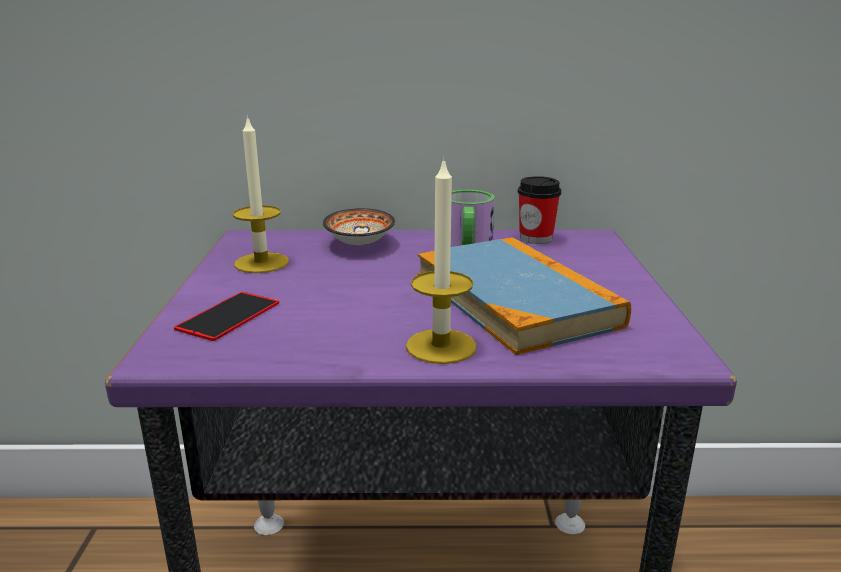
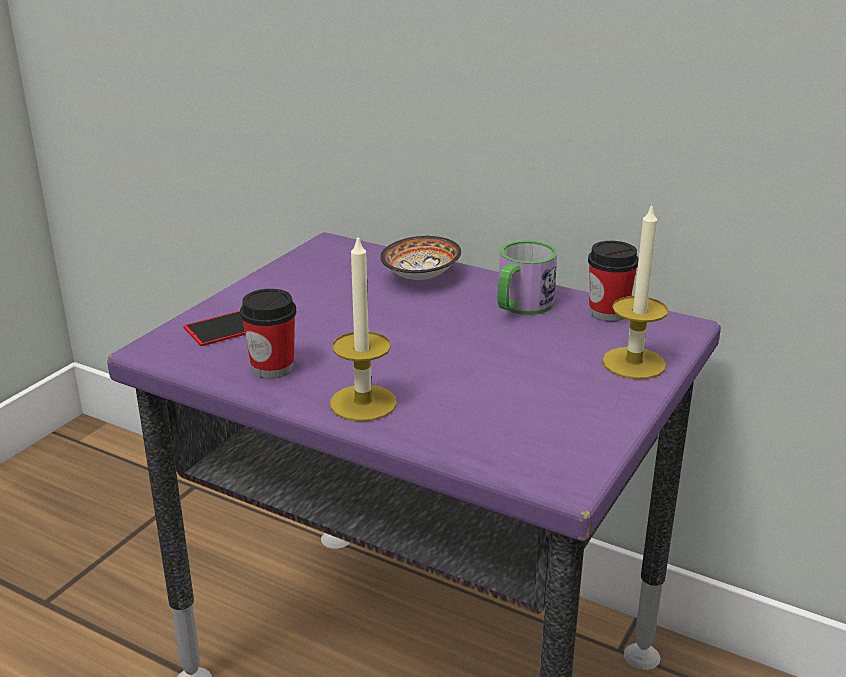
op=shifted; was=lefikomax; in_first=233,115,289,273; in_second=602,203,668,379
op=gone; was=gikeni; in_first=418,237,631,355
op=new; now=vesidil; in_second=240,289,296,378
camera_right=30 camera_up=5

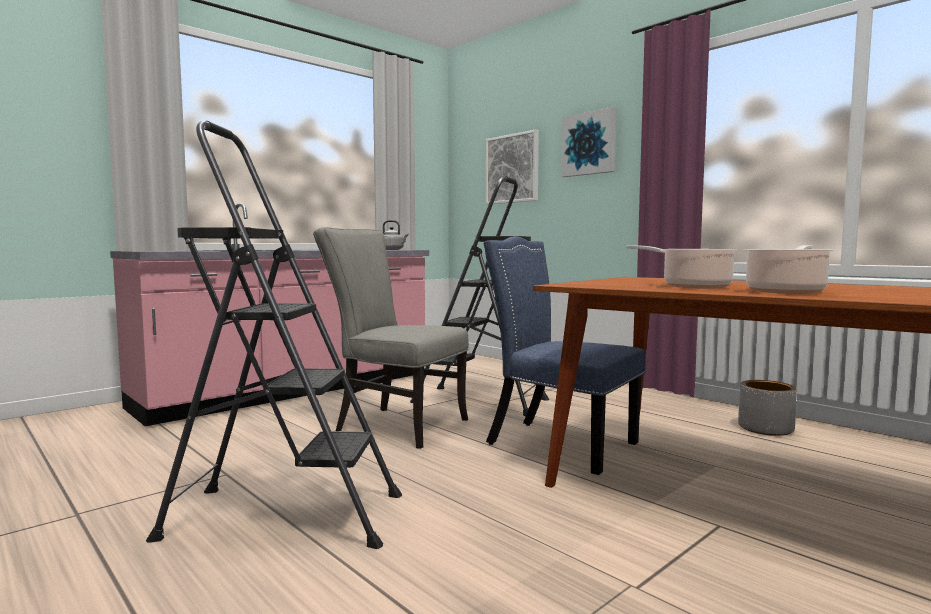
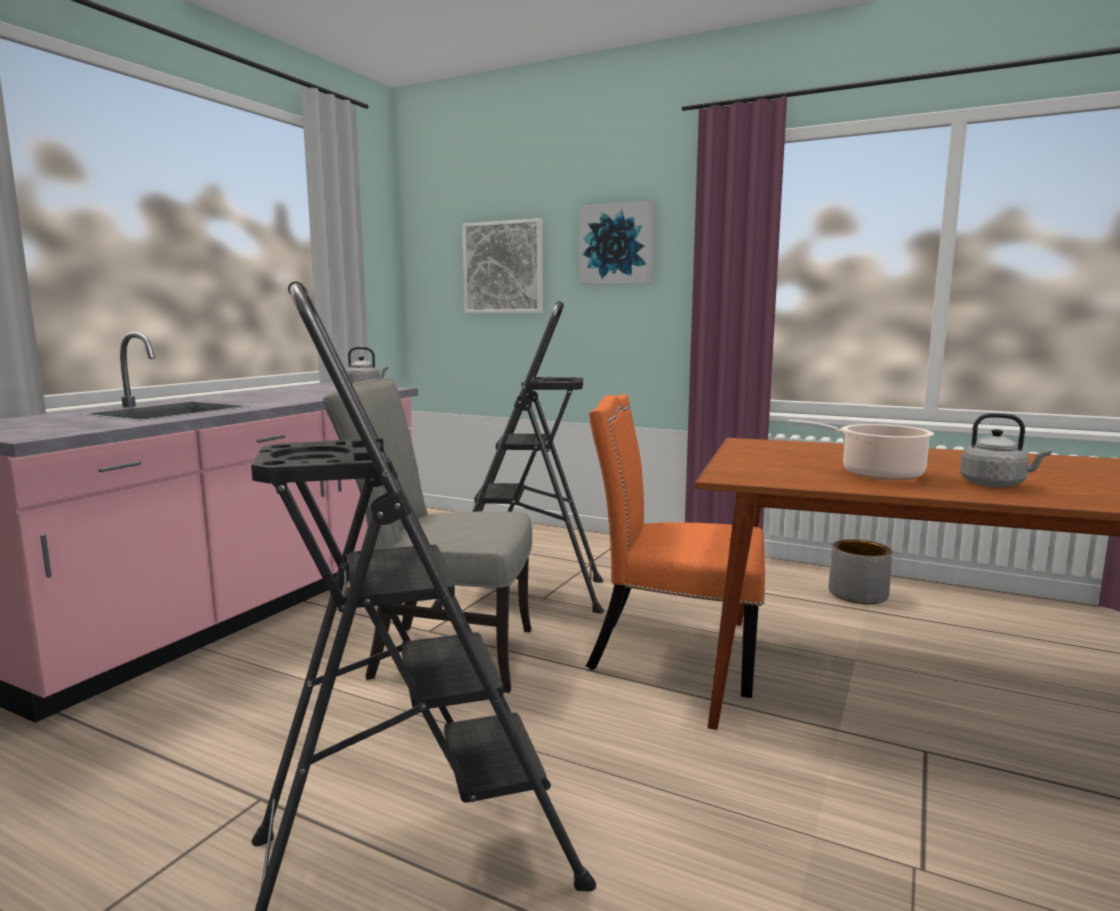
op=repainted; was=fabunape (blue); now=fabunape (orange); in_first=484,236,646,475; in_second=586,394,765,698
op=swapped; was=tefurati; now=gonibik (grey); in_first=744,245,834,294; in_second=960,413,1051,487
camera_right=-20 camera_up=5

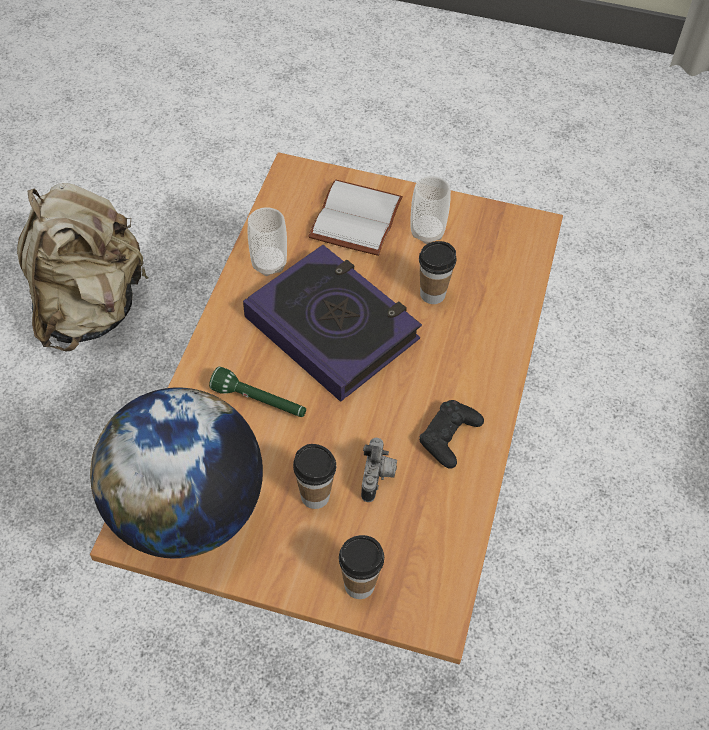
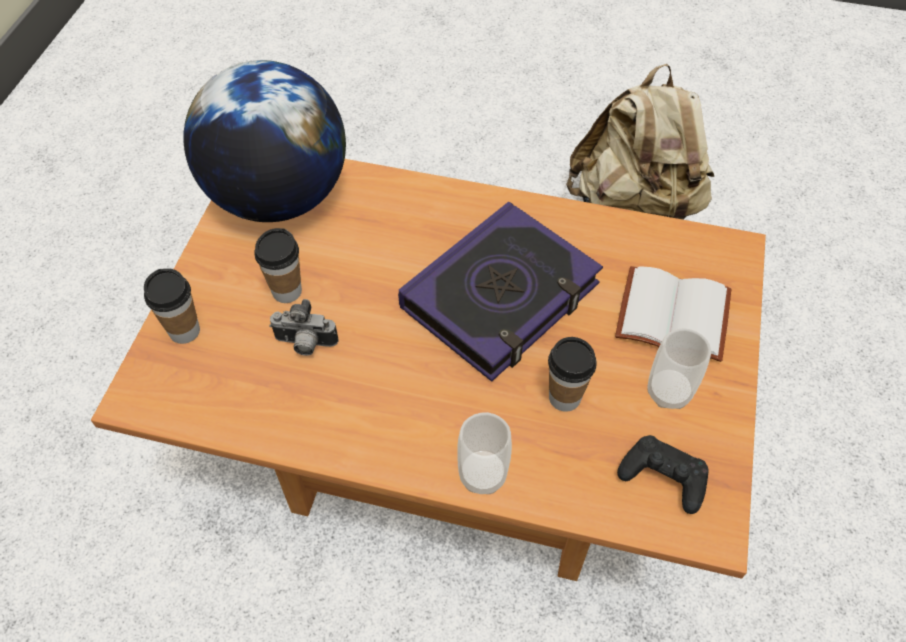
op=gone; was=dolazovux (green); in_first=209,367,306,417
op=shifted; was=vesidil; in_first=248,207,287,276; in_second=457,412,512,494
op=shifted; was=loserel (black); in_first=419,400,484,469; in_second=617,435,708,514
camera_right=90 camera_up=0

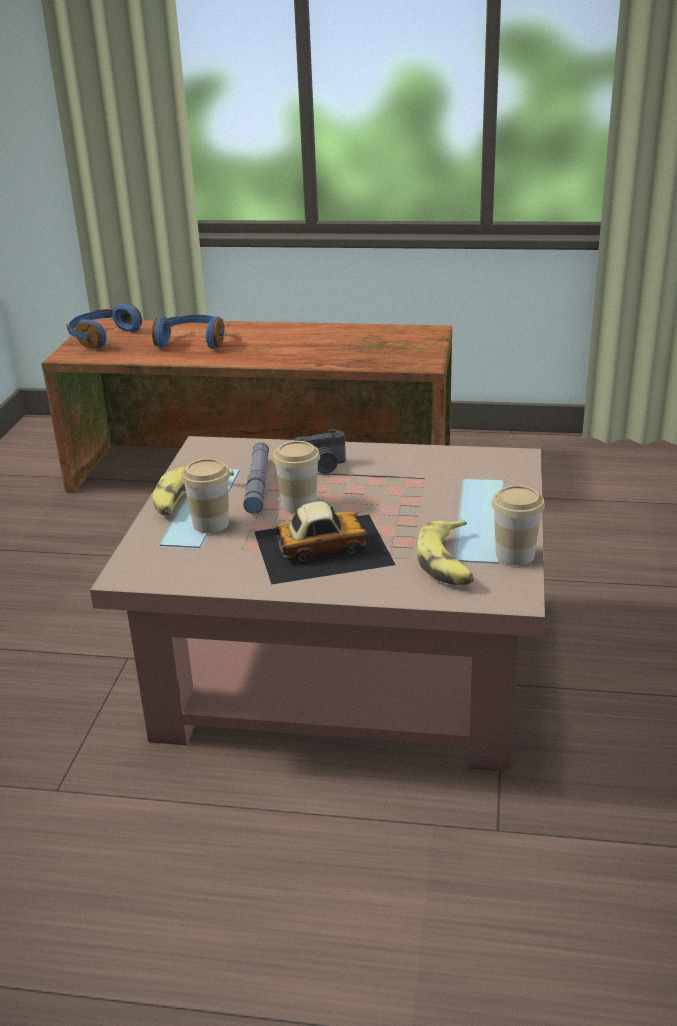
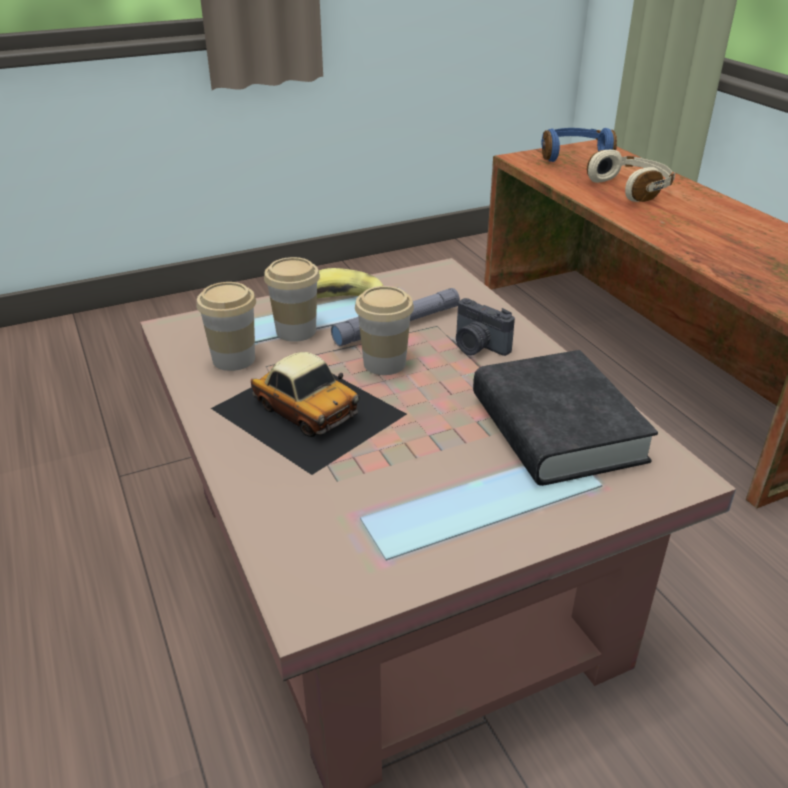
op=repainted; was=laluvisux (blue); now=laluvisux (beige); in_first=152,315,225,349; in_second=587,150,676,202
op=gone; was=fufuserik; in_first=417,520,474,585
op=shifted; was=vesidil; in_first=491,485,545,565; in_second=196,282,256,371
op=new; now=gikeni (black); in_second=473,350,658,486
camera_right=55 camera_up=5

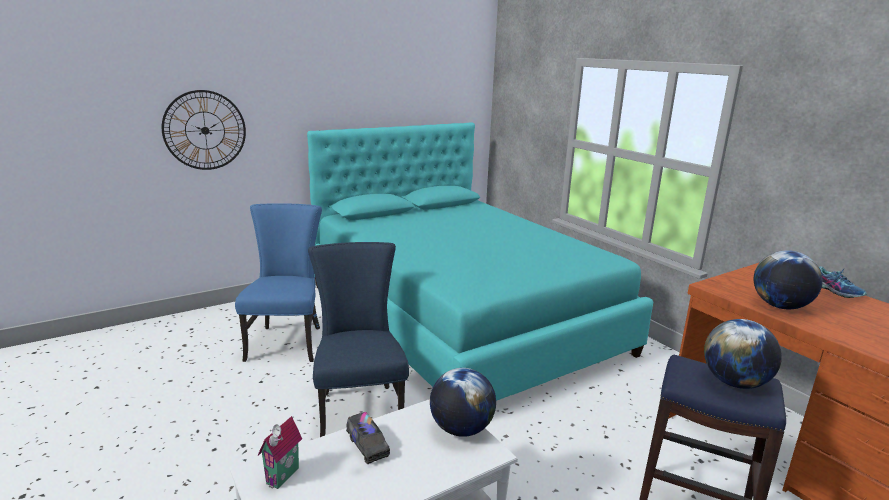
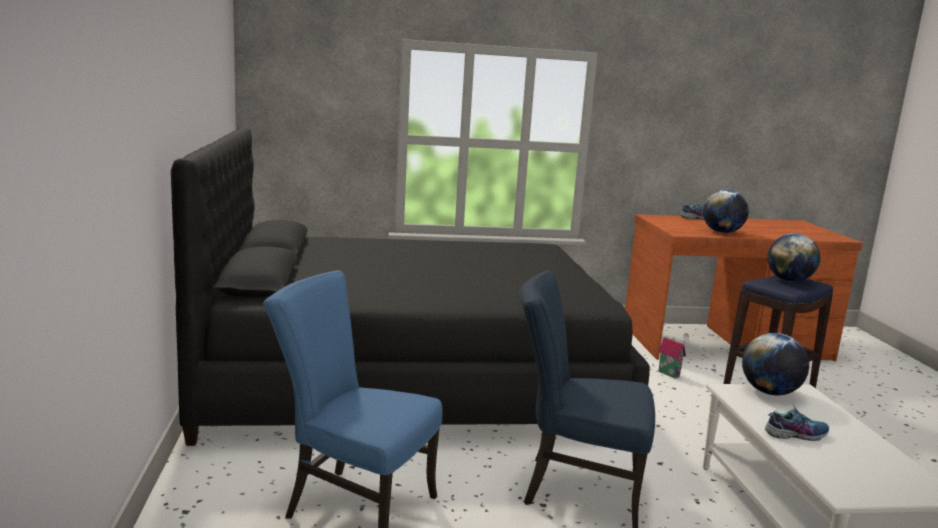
op=gone; was=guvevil; in_first=162,90,246,170
op=shifted; was=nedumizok; in_first=257,416,302,489; in_second=658,333,689,378
op=repainted; was=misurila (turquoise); now=misurila (black); in_first=307,122,654,401; in_second=171,127,650,446
op=swapped; was=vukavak; now=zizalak; in_first=346,412,390,464; in_second=765,404,829,441
camera_right=-65 camera_up=-5

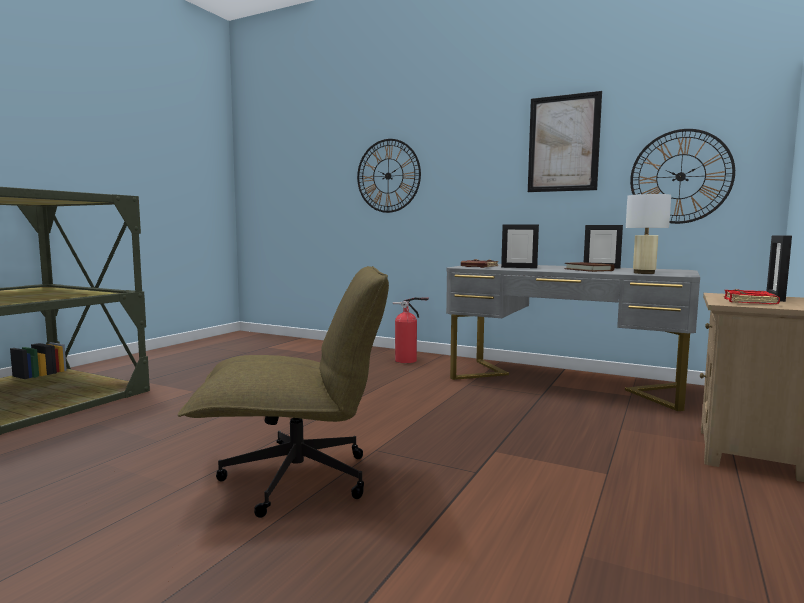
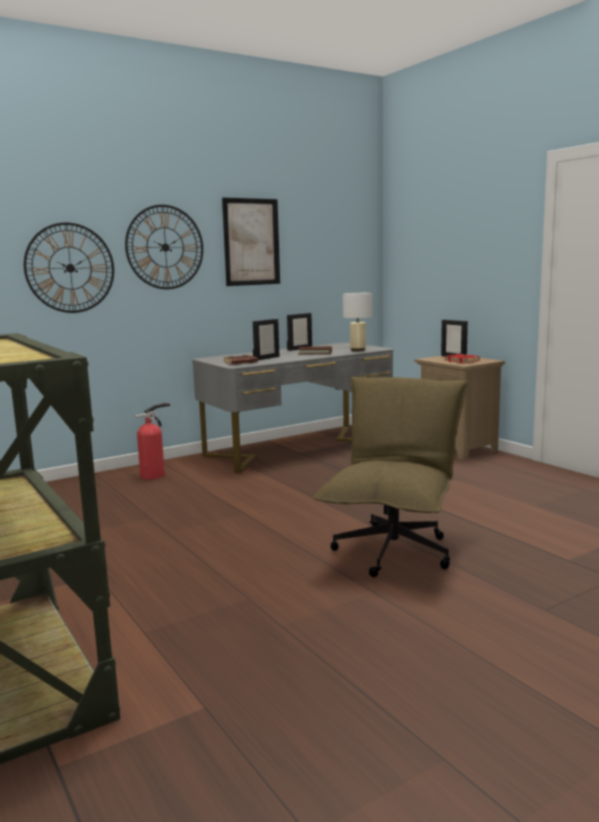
op=shifted; was=guvevil; in_first=630,129,735,224; in_second=125,205,203,289
camera_right=-60 camera_up=5

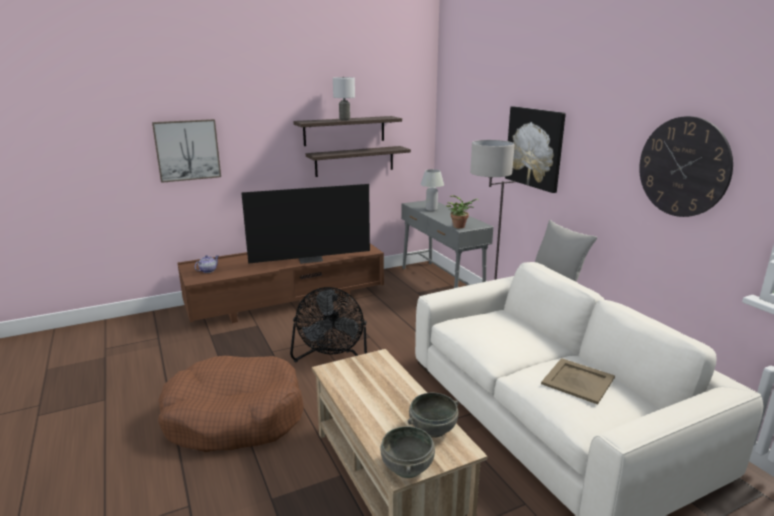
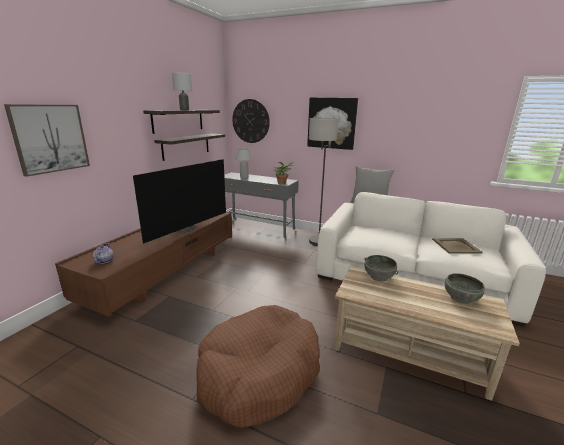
op=gone; was=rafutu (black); in_first=290,287,367,363
op=shifted; was=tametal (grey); in_first=381,426,435,478; in_second=364,255,398,281
op=shifted; was=guvevil; in_first=639,116,733,217; in_second=232,99,270,143
camera_right=-40 camera_up=0

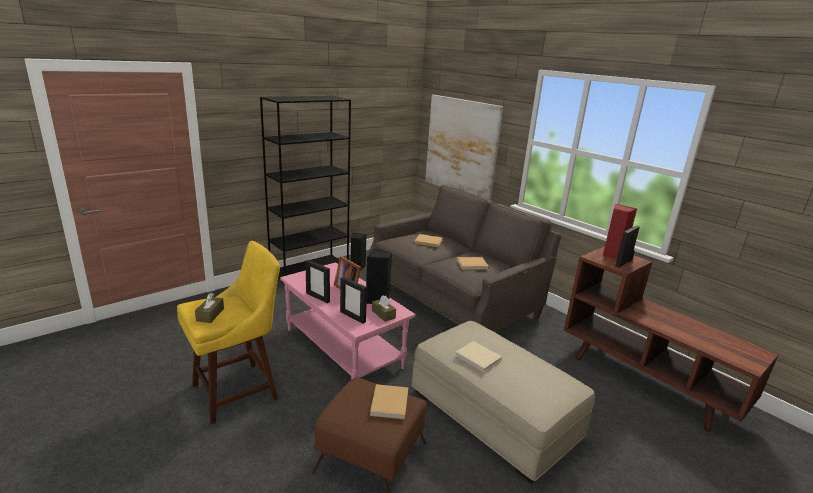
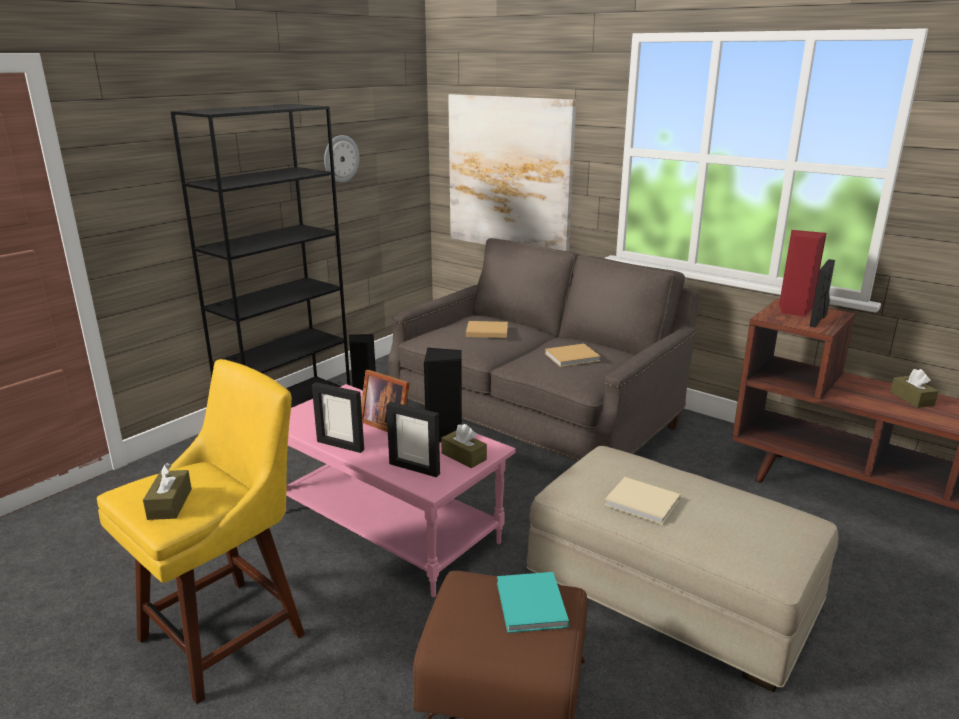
op=repainted; was=gikeni (beige); now=gikeni (turquoise); in_first=370,384,408,419; in_second=497,572,569,633
op=new; now=guvevil; in_second=324,135,359,182
op=new; now=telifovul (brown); in_second=890,369,938,408
camera_right=-10 camera_up=0

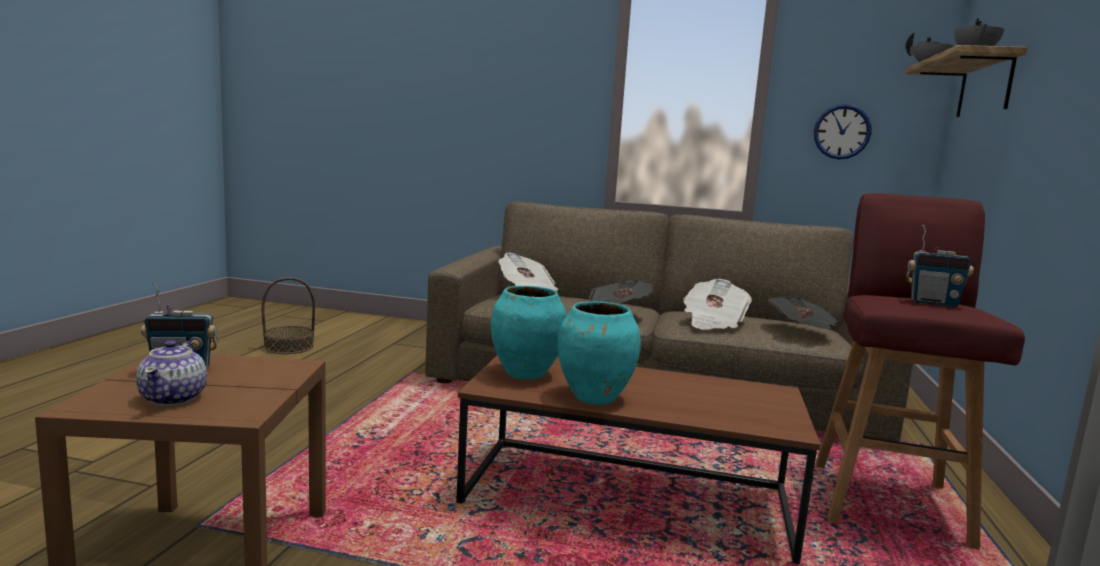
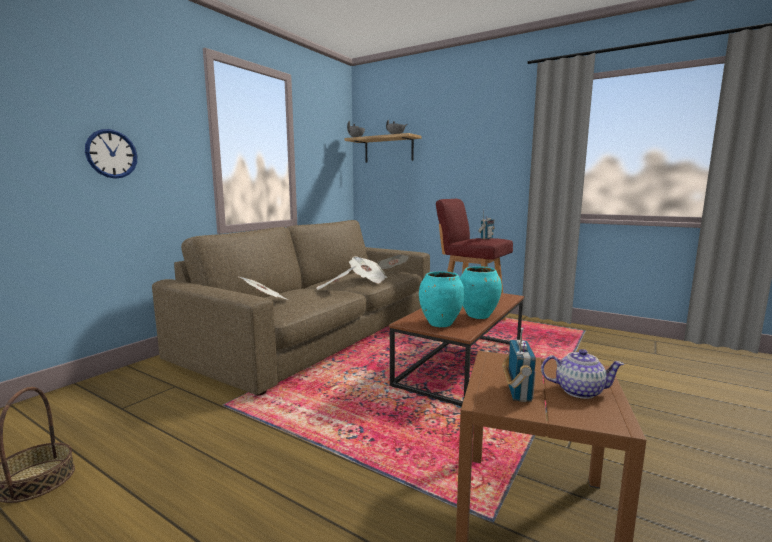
op=shifted; was=guvevil; in_first=814,104,871,159; in_second=85,129,137,179
camera_right=-70 camera_up=0

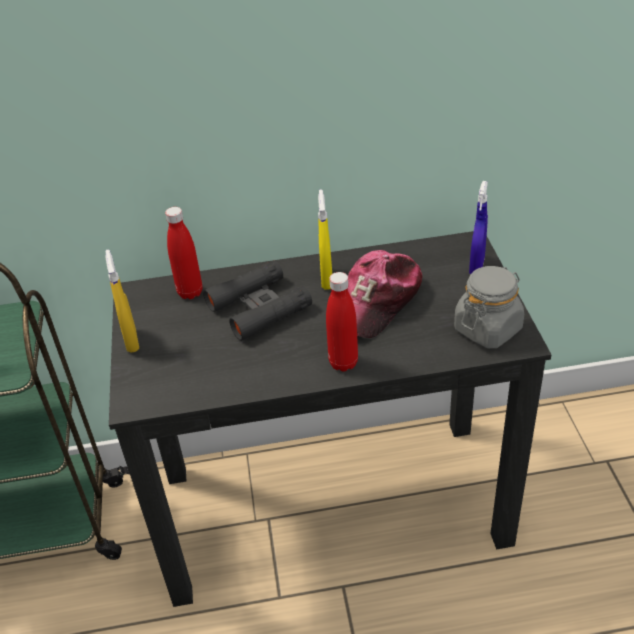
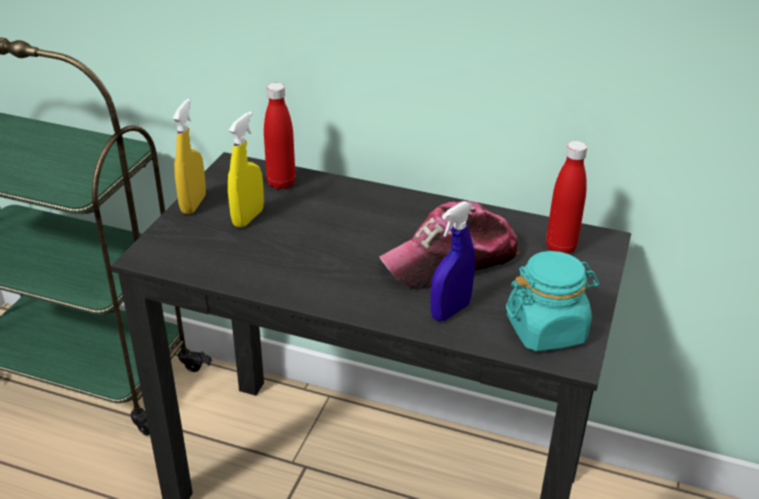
op=gone; was=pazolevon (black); in_first=203,261,312,341
op=shifted; was=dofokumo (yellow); in_first=318,189,332,290; in_second=228,111,264,228
op=shifted; was=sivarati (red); in_first=326,272,358,372; in_second=546,141,587,254
op=repainted; was=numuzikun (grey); now=numuzikun (turquoise); in_first=454,266,524,349; in_second=506,251,599,351
op=shifted; was=dofokumo (blue); in_first=469,181,488,274; in_second=430,201,475,321
camera_right=25 camera_up=-5

